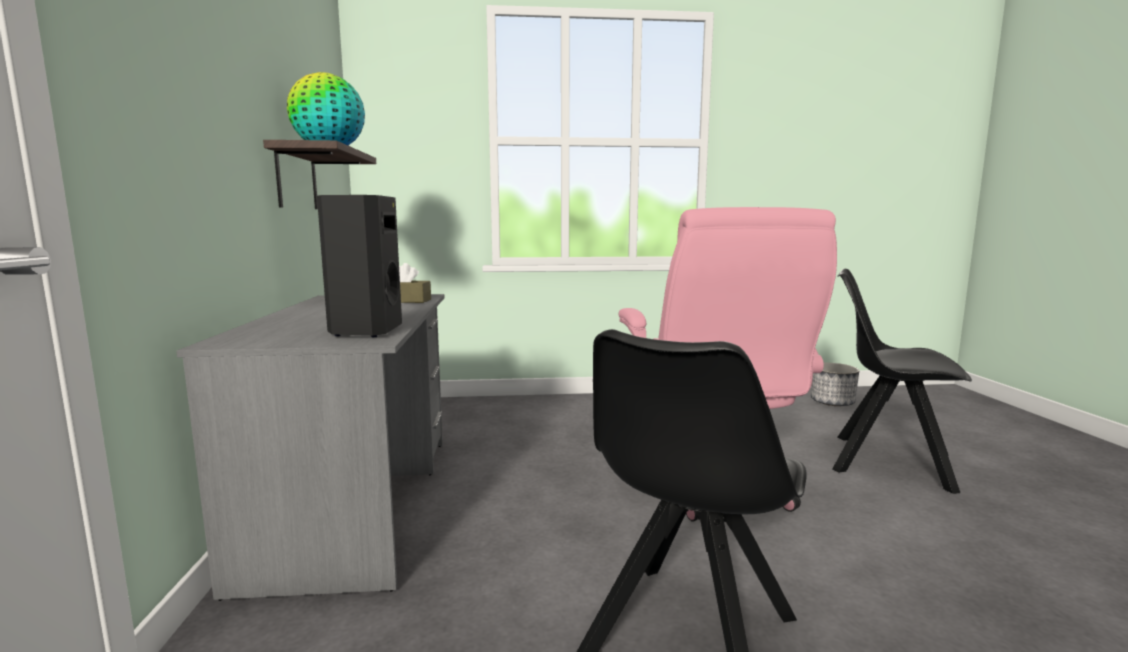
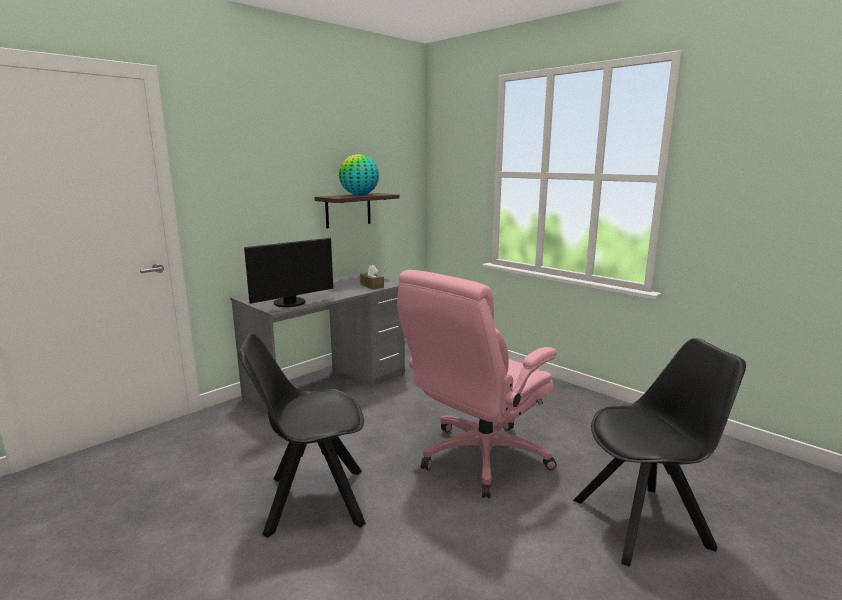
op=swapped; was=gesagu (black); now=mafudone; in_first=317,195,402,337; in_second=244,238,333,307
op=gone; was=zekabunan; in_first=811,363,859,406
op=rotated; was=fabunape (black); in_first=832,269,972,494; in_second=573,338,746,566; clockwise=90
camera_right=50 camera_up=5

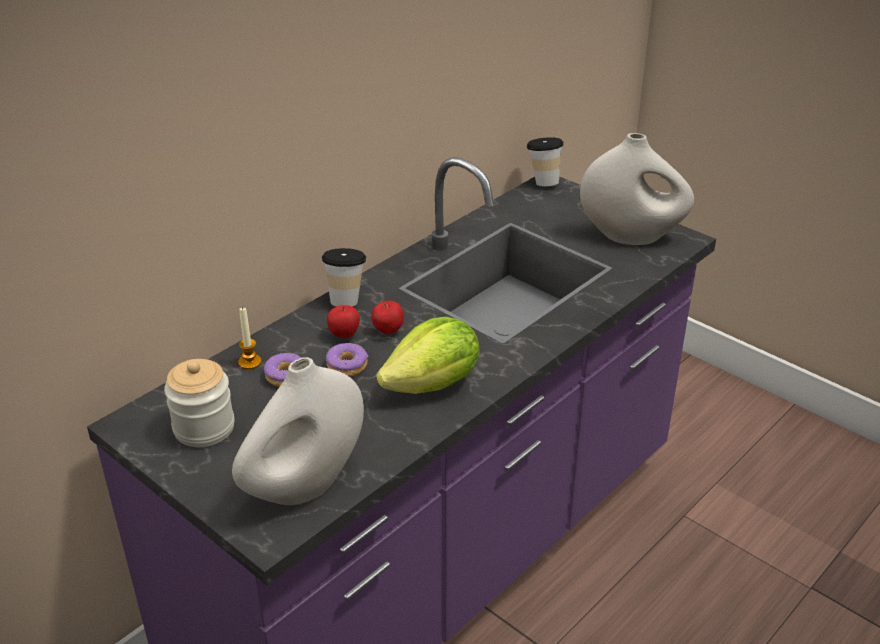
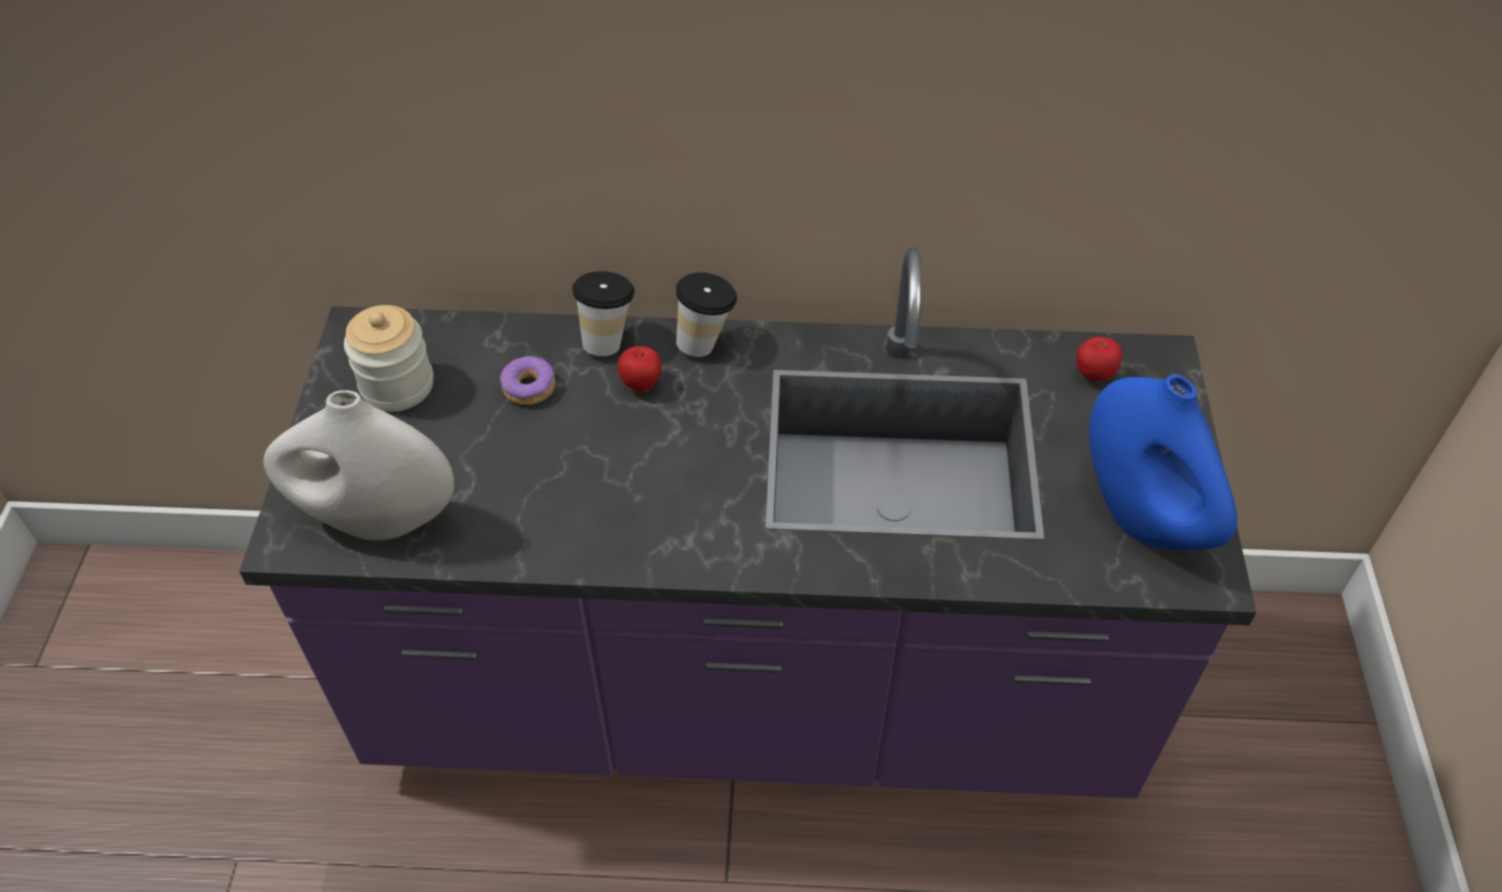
op=gone; was=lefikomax; in_first=238,307,261,369
op=gone; was=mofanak; in_first=326,343,369,376
op=shifted; was=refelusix; in_first=371,301,404,334; in_second=1076,337,1122,381
op=gone; was=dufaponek; in_first=376,317,479,394
op=shifted; was=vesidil; in_first=526,137,564,186; in_second=572,271,635,356
op=repainted; was=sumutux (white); now=sumutux (blue); in_first=580,133,694,245; in_second=1089,374,1237,550
camera_right=50 camera_up=15

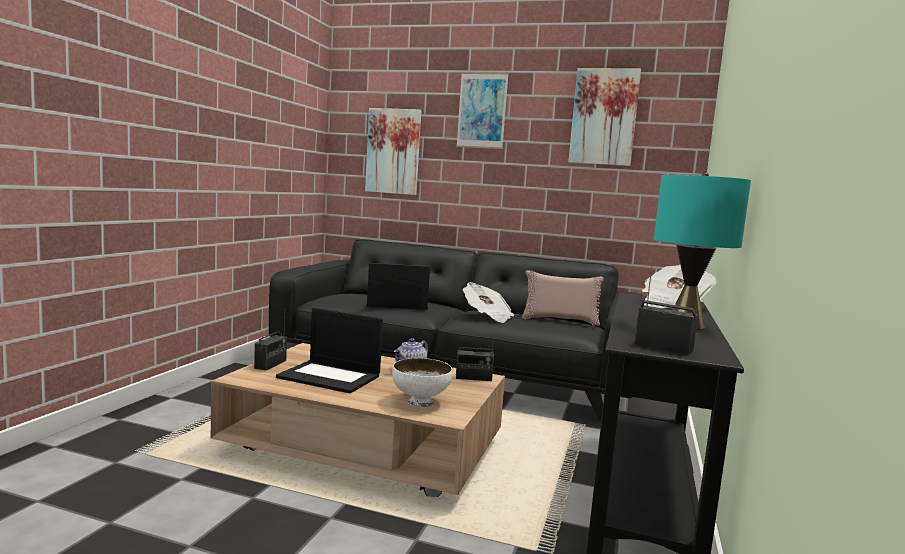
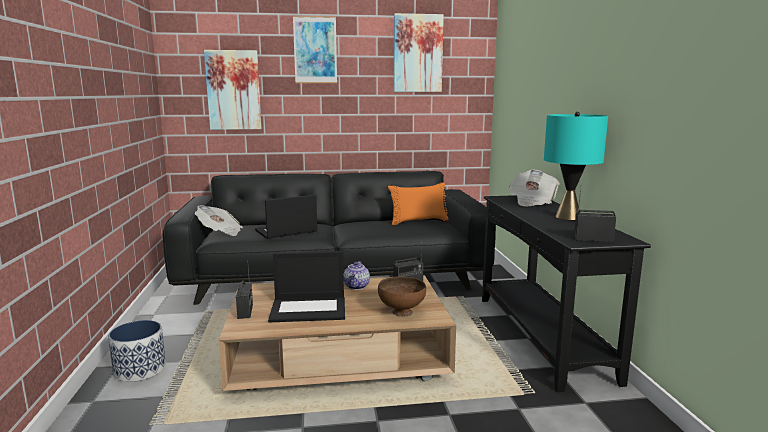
op=repainted; was=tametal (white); now=tametal (brown); in_first=392,358,453,407; in_second=378,276,426,317
op=shifted; was=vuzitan; in_first=463,282,514,323; in_second=195,205,243,236
op=repainted; was=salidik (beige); now=salidik (orange); in_first=522,270,604,326; in_second=388,183,449,225
op=new; now=zekabunan; in_second=108,320,166,382
camera_right=-25 camera_up=5

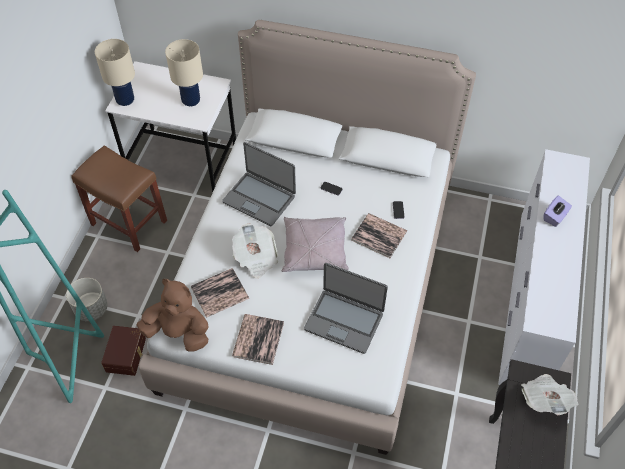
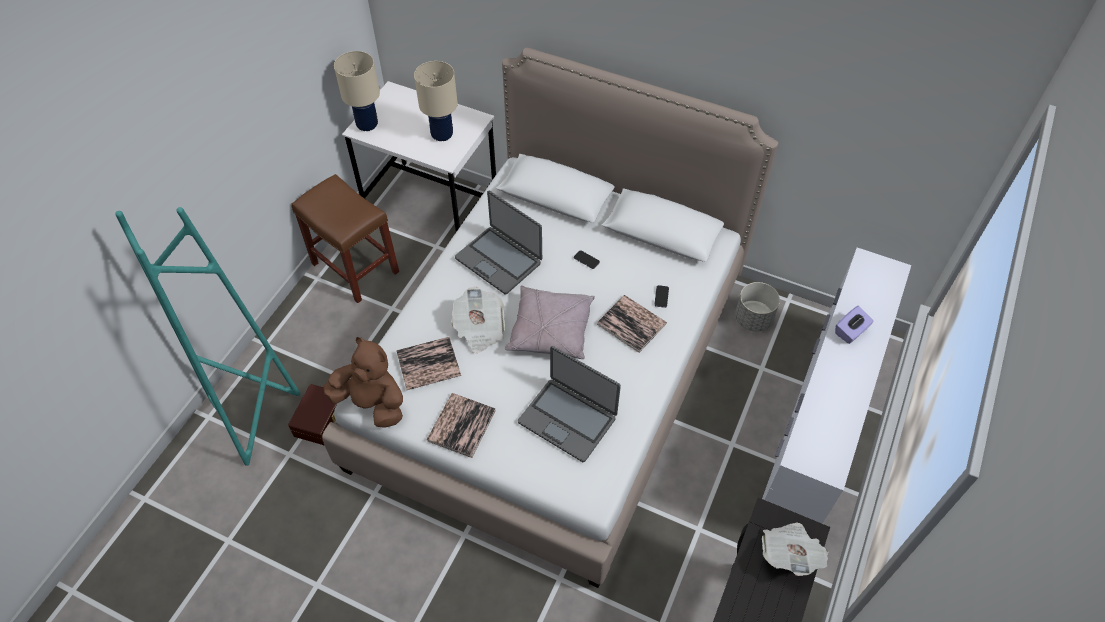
op=shifted; was=zekabunan (grey); in_first=66,278,108,321; in_second=735,282,780,332
camera_right=10 camera_up=0

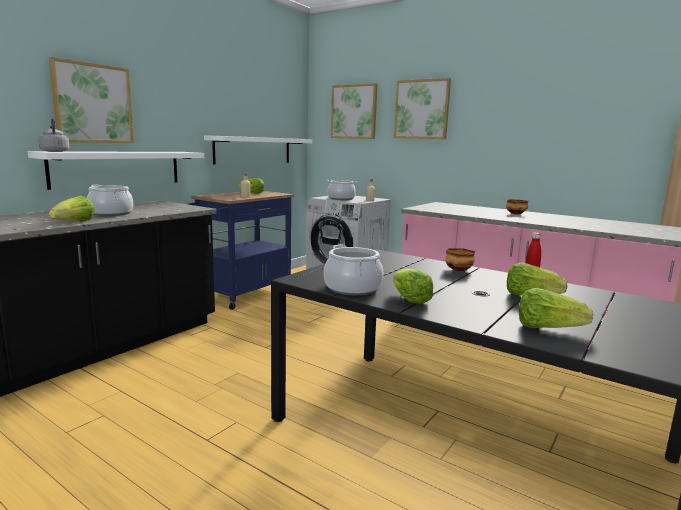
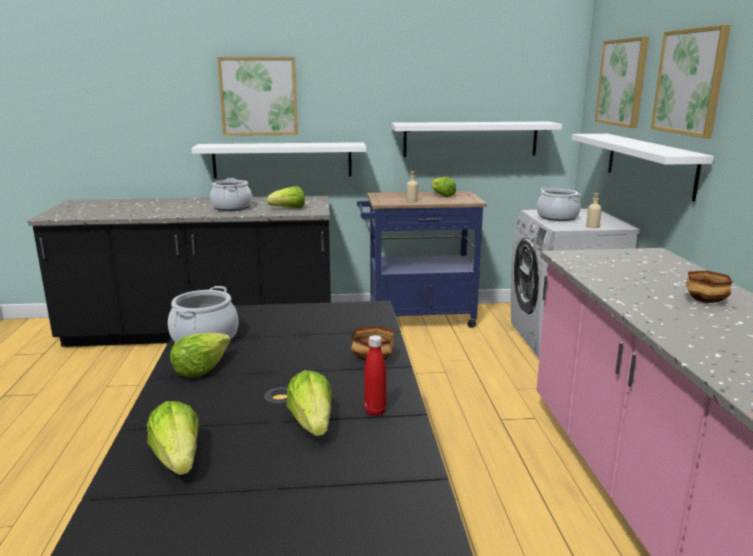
op=gone; was=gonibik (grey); in_first=38,118,69,152
op=shifted; was=dufaponek; in_first=49,196,95,221; in_second=267,186,305,208
op=new; now=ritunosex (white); in_second=572,134,714,202
camera_right=50 camera_up=5

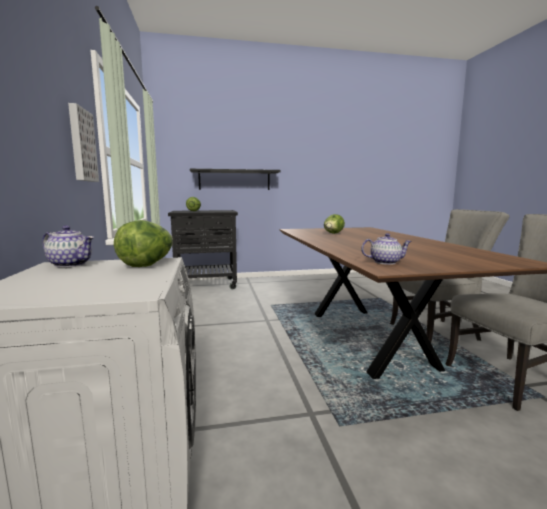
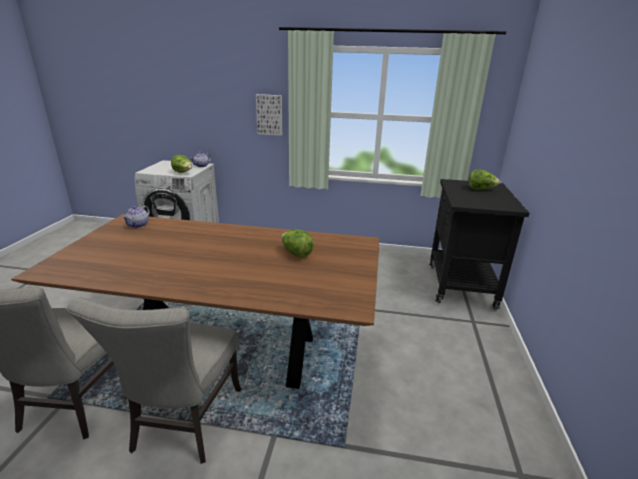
op=gone; was=ritunosex (black); in_first=190,169,280,190
camera_right=110 camera_up=15

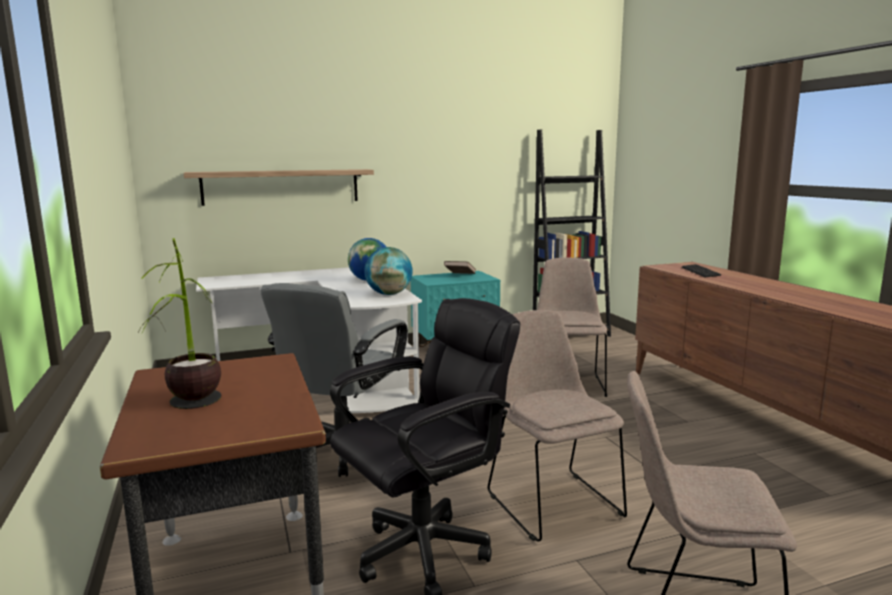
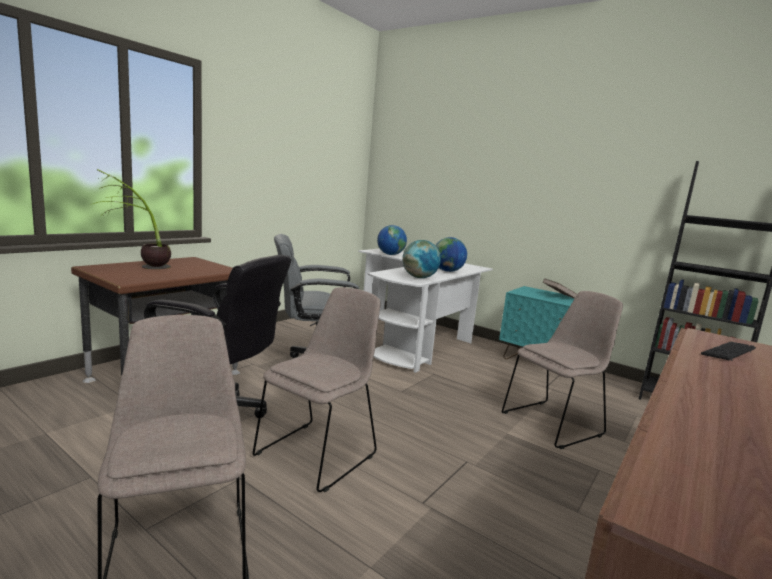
op=gone; was=ritunosex; in_first=184,169,374,206
op=new; now=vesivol; in_second=377,225,407,255
camera_right=55 camera_up=0

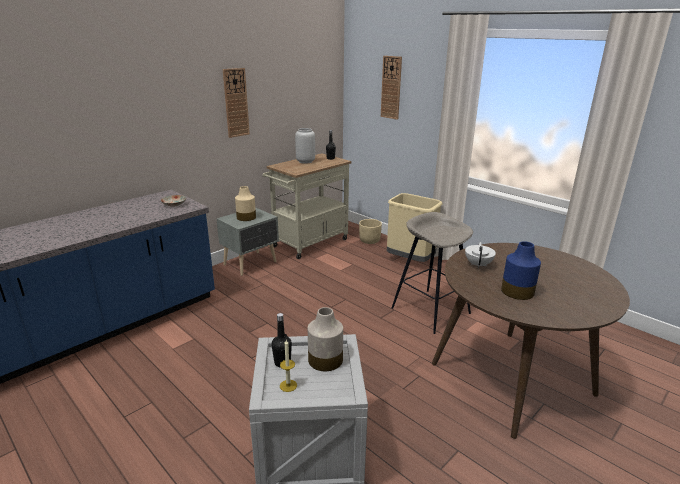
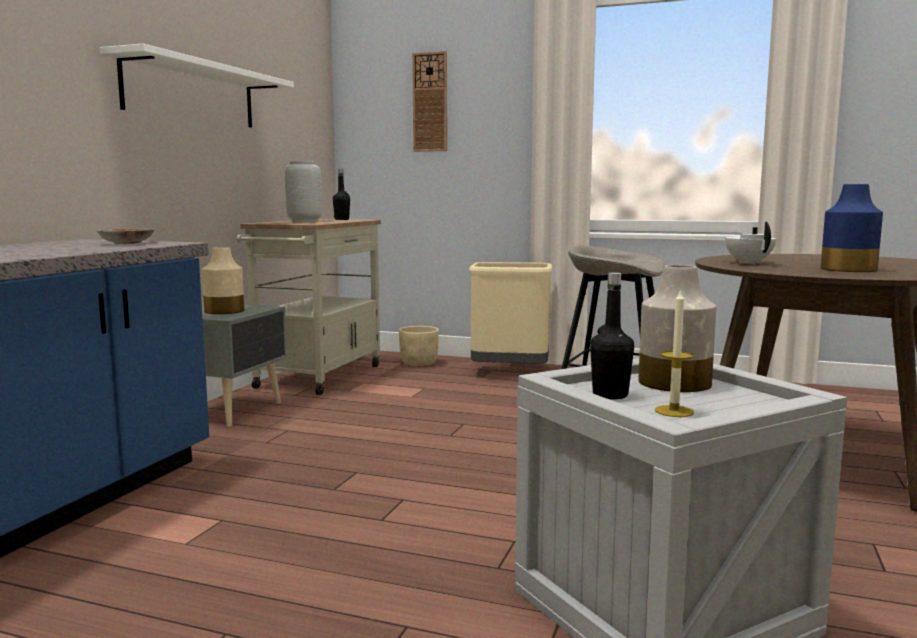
op=swapped; was=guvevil; now=ritunosex (white); in_first=223,68,250,138; in_second=100,44,294,127
camera_right=-25 camera_up=-15

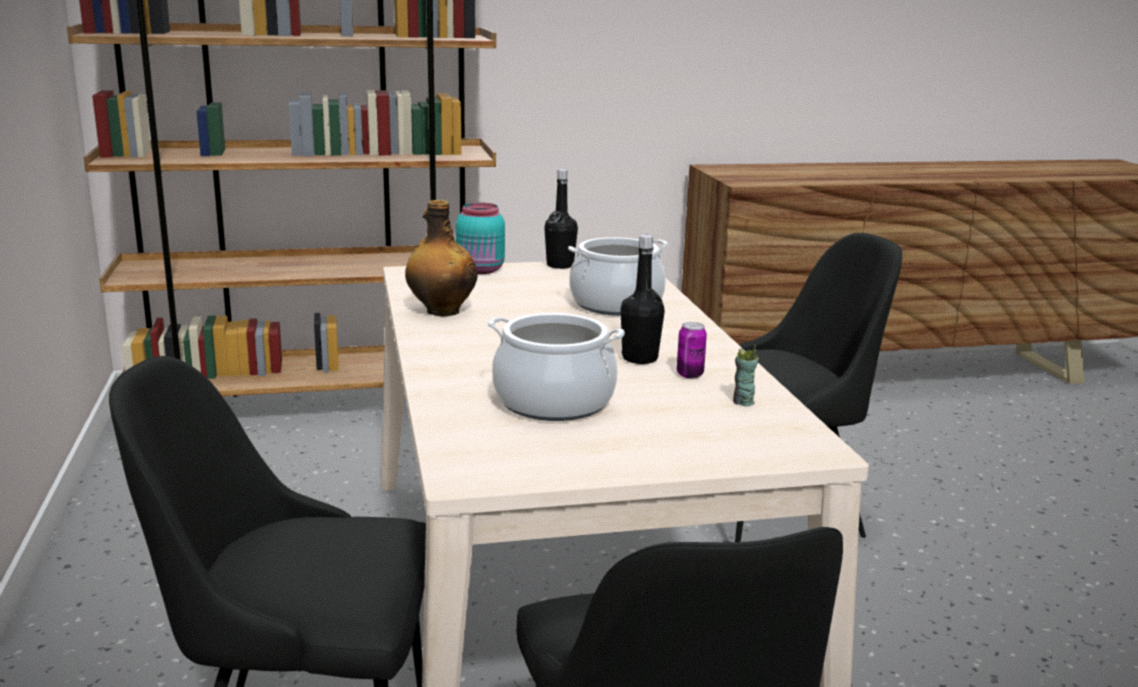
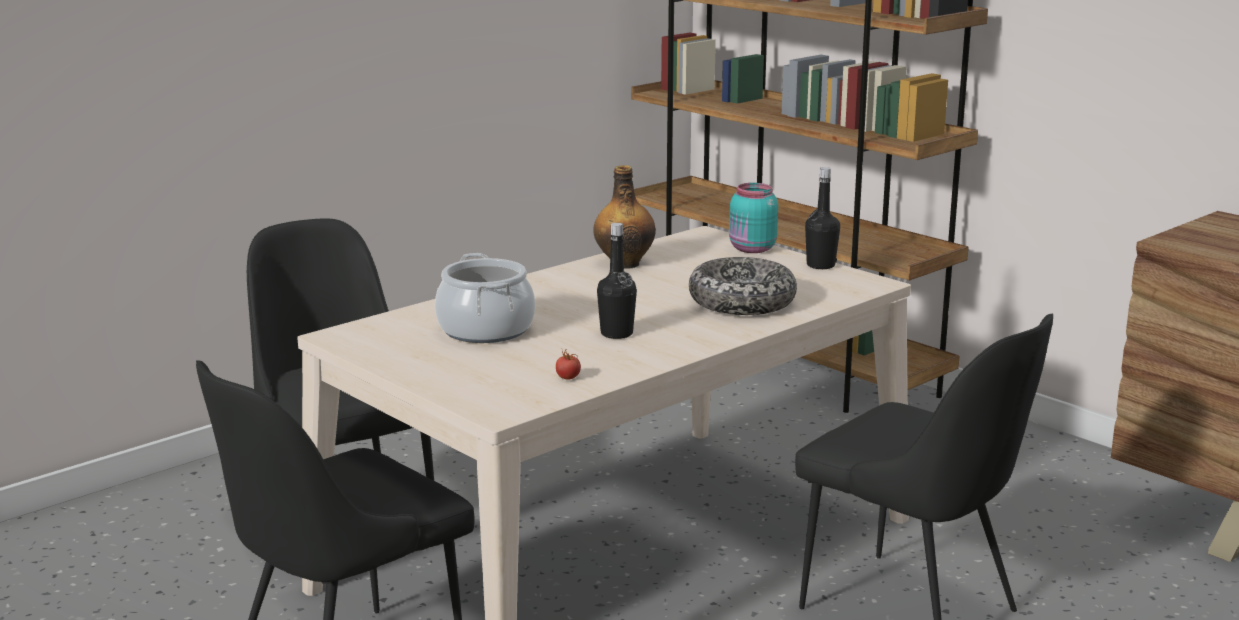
op=swapped; was=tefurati; now=tametal; in_first=568,237,669,316; in_second=689,257,797,315
op=gone; was=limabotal; in_first=677,322,707,378
op=swapped; was=vesidil; now=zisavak; in_first=733,345,759,406; in_second=556,348,581,380
camera_right=60 camera_up=0

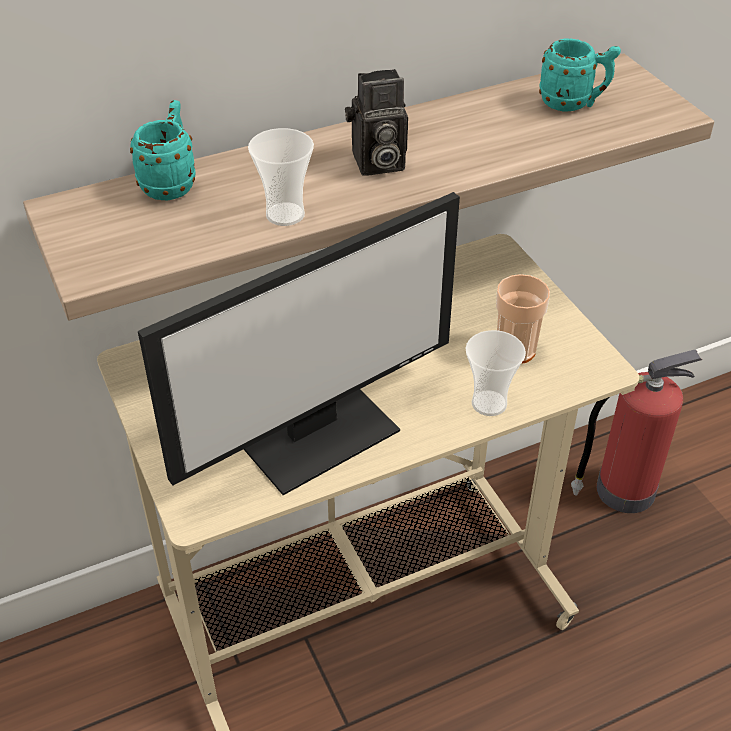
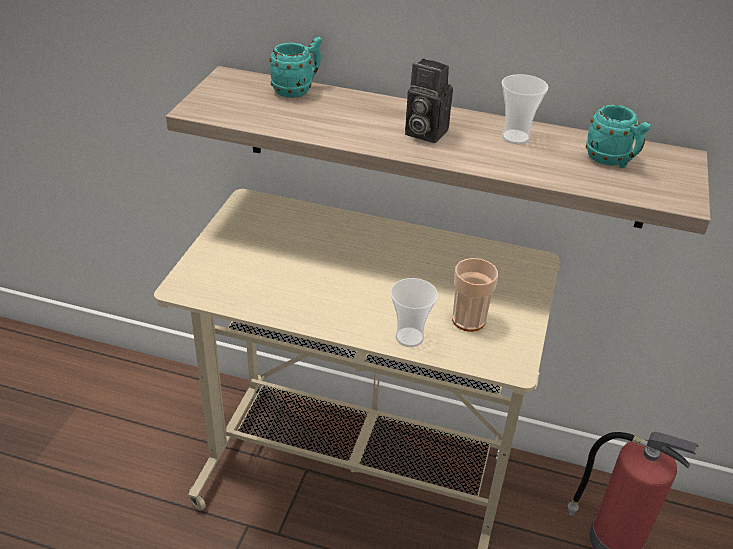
op=gone; was=mafudone; in_first=138,192,460,495
op=shifted; was=vesidil; in_first=248,128,314,226; in_second=502,74,548,144
camera_right=40 camera_up=-5

